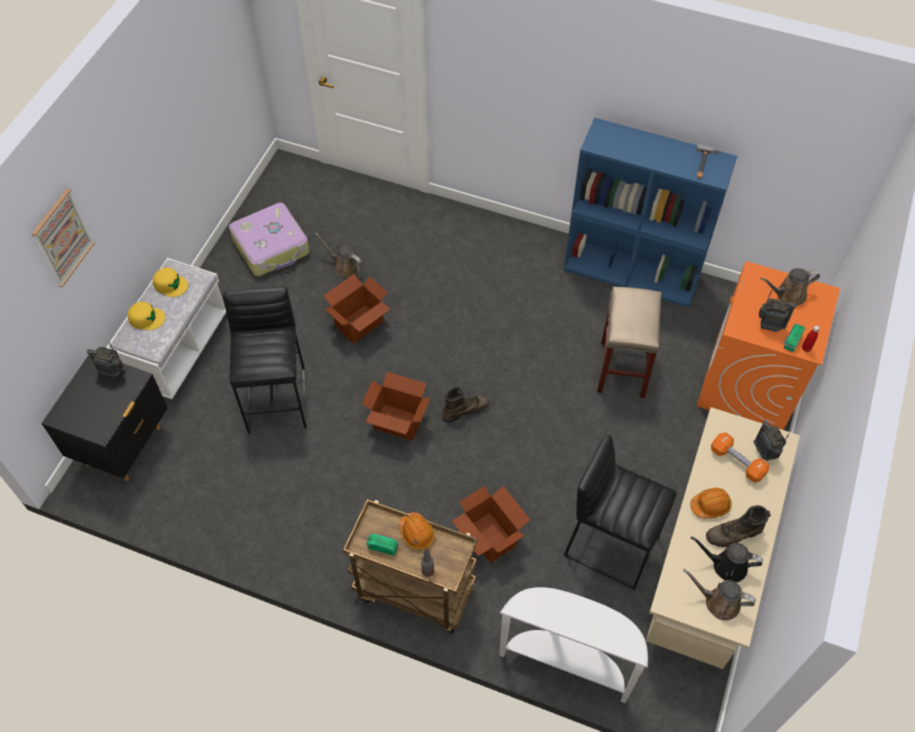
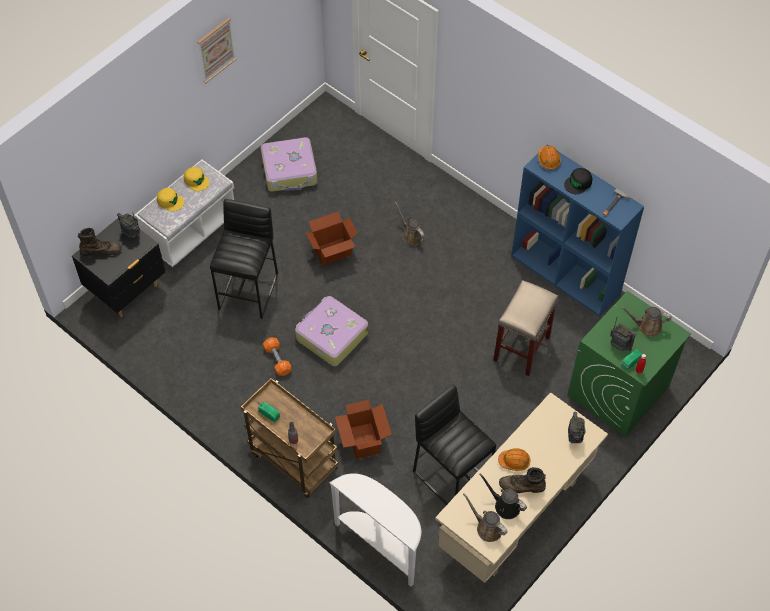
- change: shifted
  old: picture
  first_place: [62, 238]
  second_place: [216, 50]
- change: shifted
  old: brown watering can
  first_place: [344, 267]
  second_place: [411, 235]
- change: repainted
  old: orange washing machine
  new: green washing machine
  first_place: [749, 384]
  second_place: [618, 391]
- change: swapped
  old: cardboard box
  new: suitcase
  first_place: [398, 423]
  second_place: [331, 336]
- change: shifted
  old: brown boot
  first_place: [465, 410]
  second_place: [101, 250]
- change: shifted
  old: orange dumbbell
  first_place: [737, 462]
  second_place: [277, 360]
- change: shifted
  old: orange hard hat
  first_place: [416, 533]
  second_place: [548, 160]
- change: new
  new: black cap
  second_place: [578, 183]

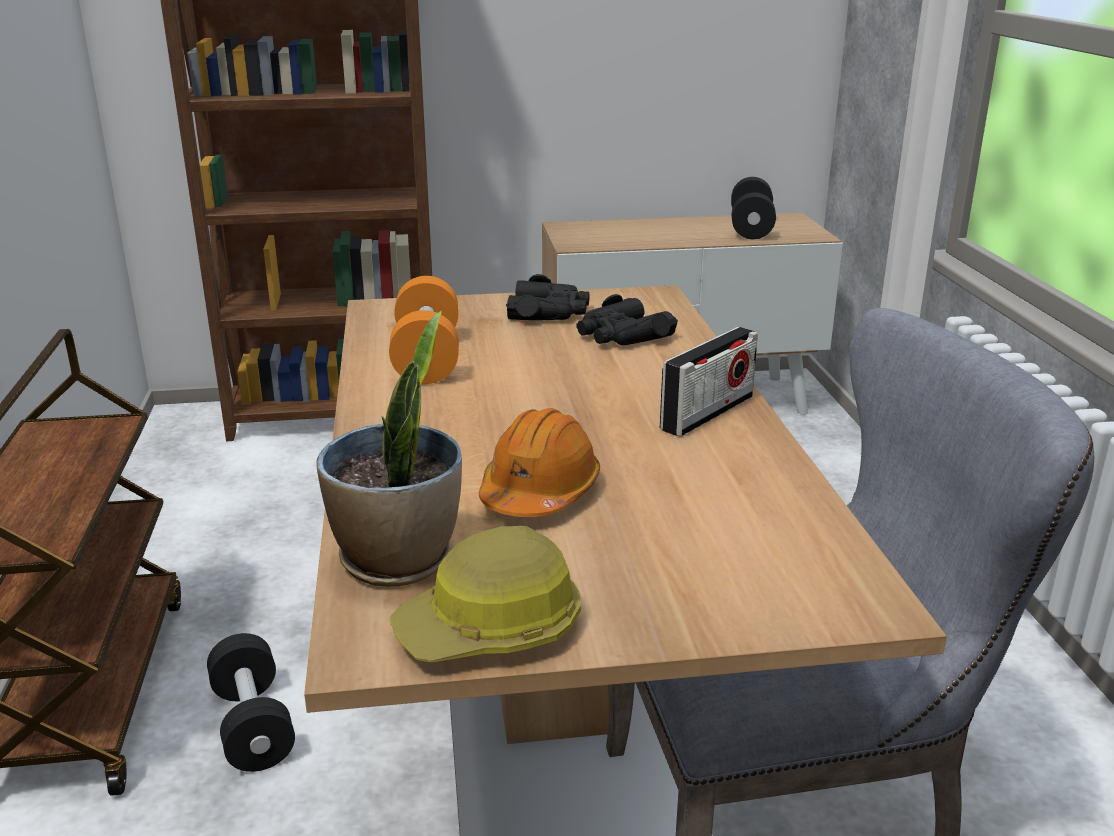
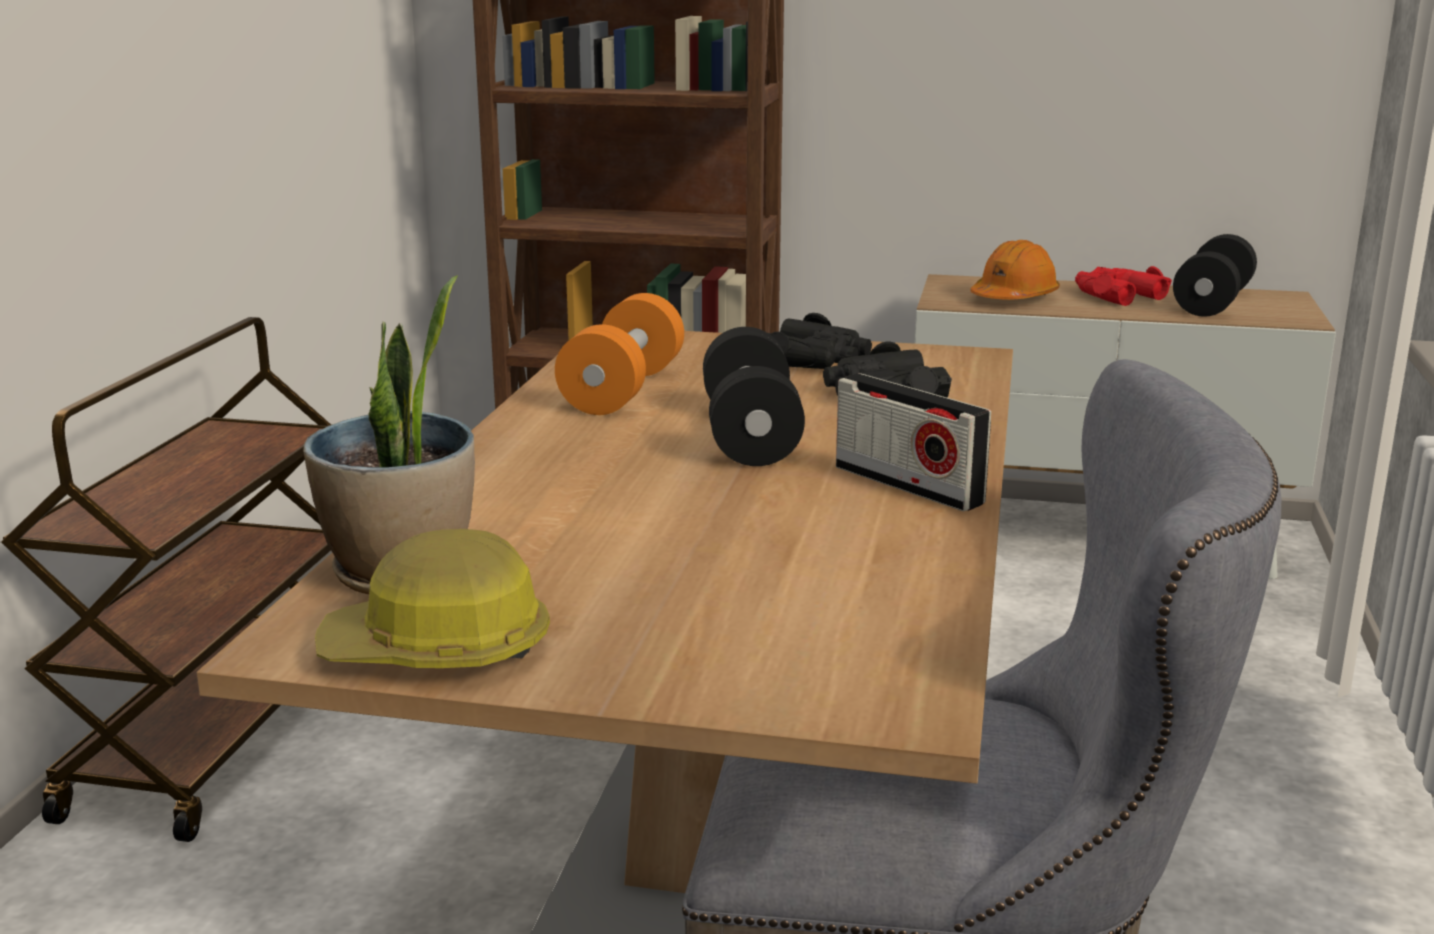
- change: rotated
  old: radio
  first_place: [707, 413]
  second_place: [908, 485]
  degrees: 75
- change: shifted
  old: orange hard hat
  first_place: [539, 491]
  second_place: [1014, 298]
- change: shifted
  old: black dumbbell
  first_place: [253, 725]
  second_place: [750, 435]
- change: new
  new: red binoculars
  second_place: [1116, 295]

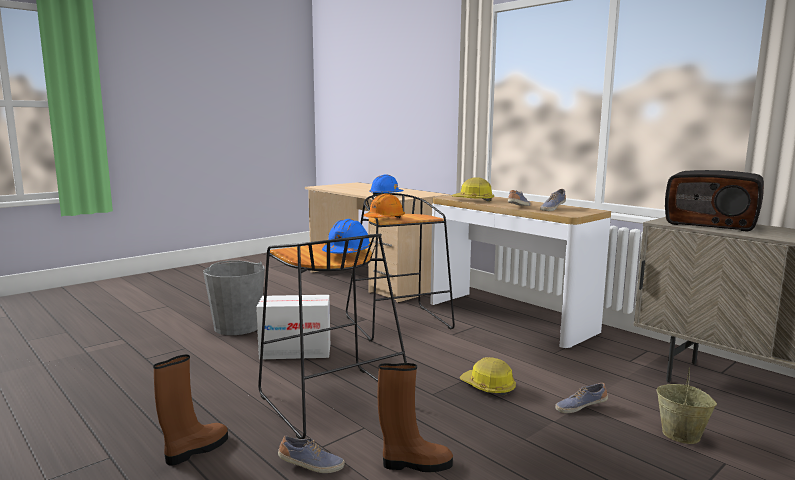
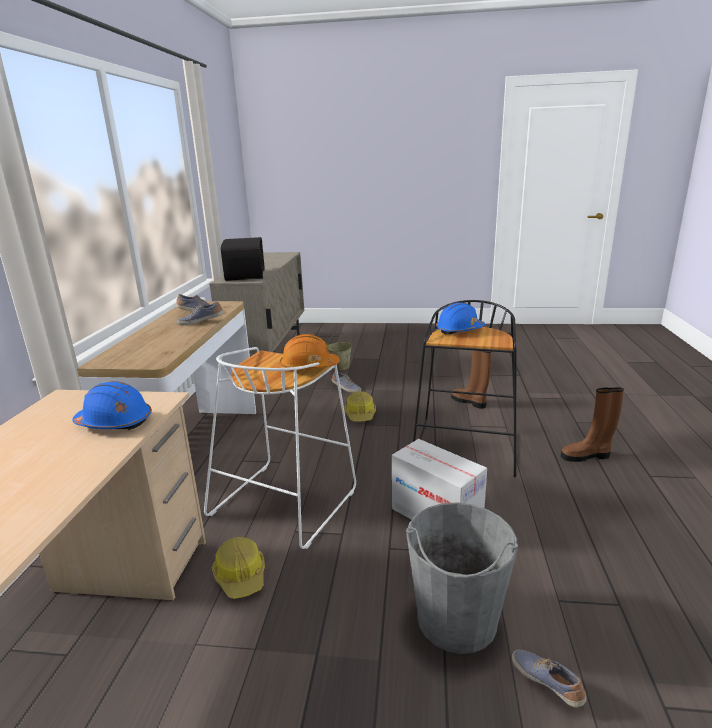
- change: shifted
  old: hard hat
  first_place: [473, 200]
  second_place: [241, 576]
- change: repainted
  old: black stool
  new: white stool
  first_place: [400, 324]
  second_place: [284, 501]
- change: shifted
  old: shoe
  first_place: [311, 466]
  second_place: [547, 682]

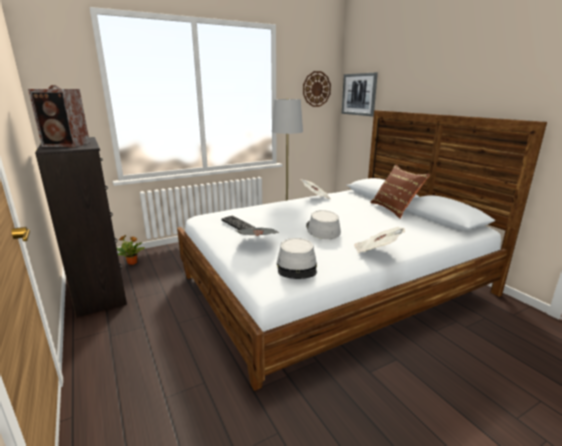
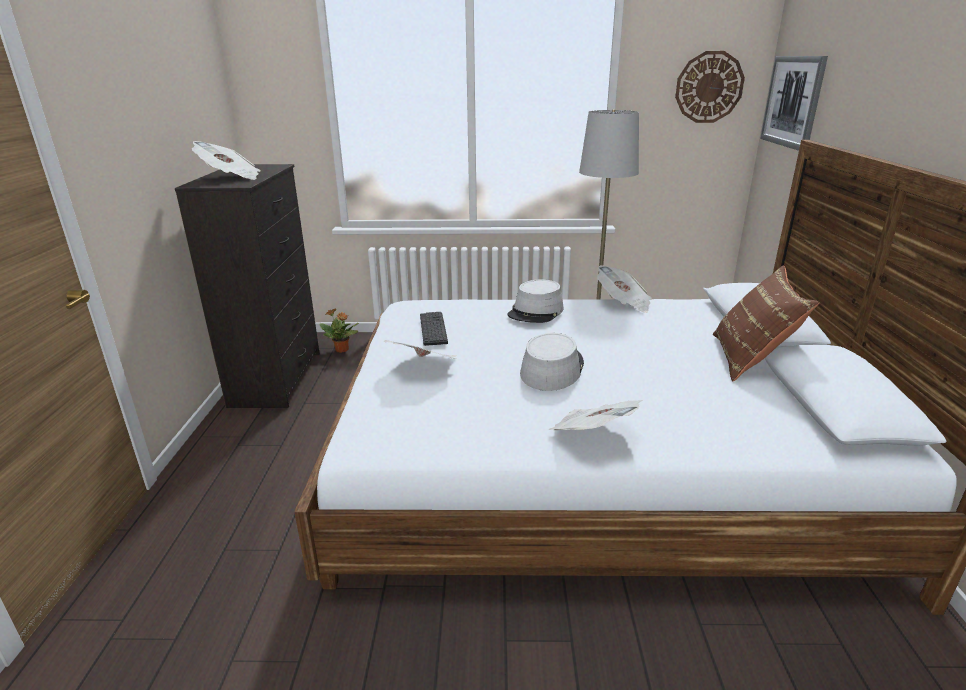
- change: swapped
  old: speaker
  new: newspaper
  first_place: [67, 145]
  second_place: [231, 177]
- change: shifted
  old: grey hat
  first_place: [297, 266]
  second_place: [536, 312]

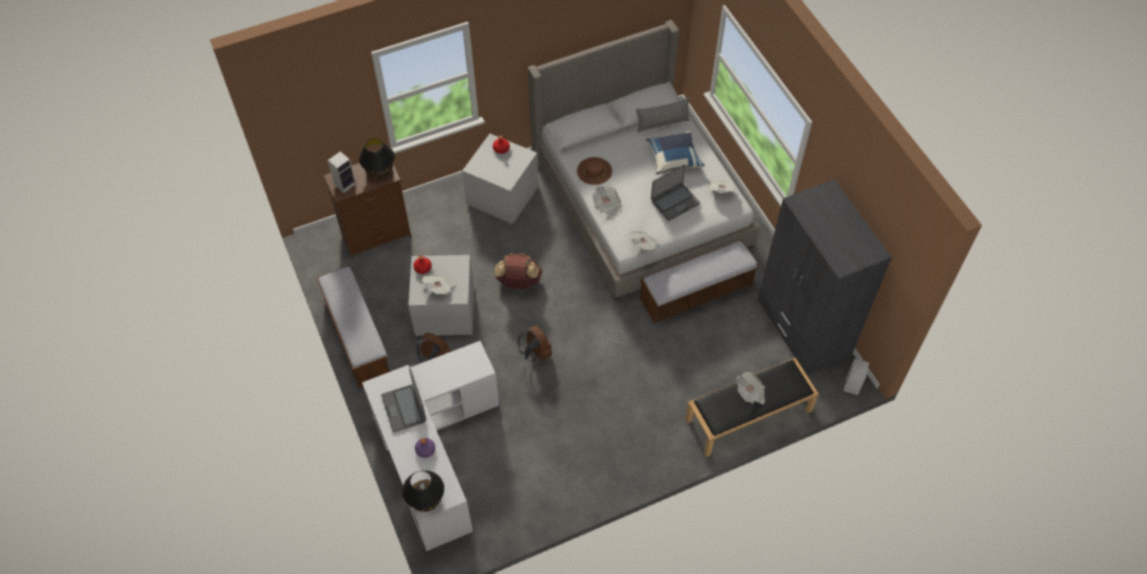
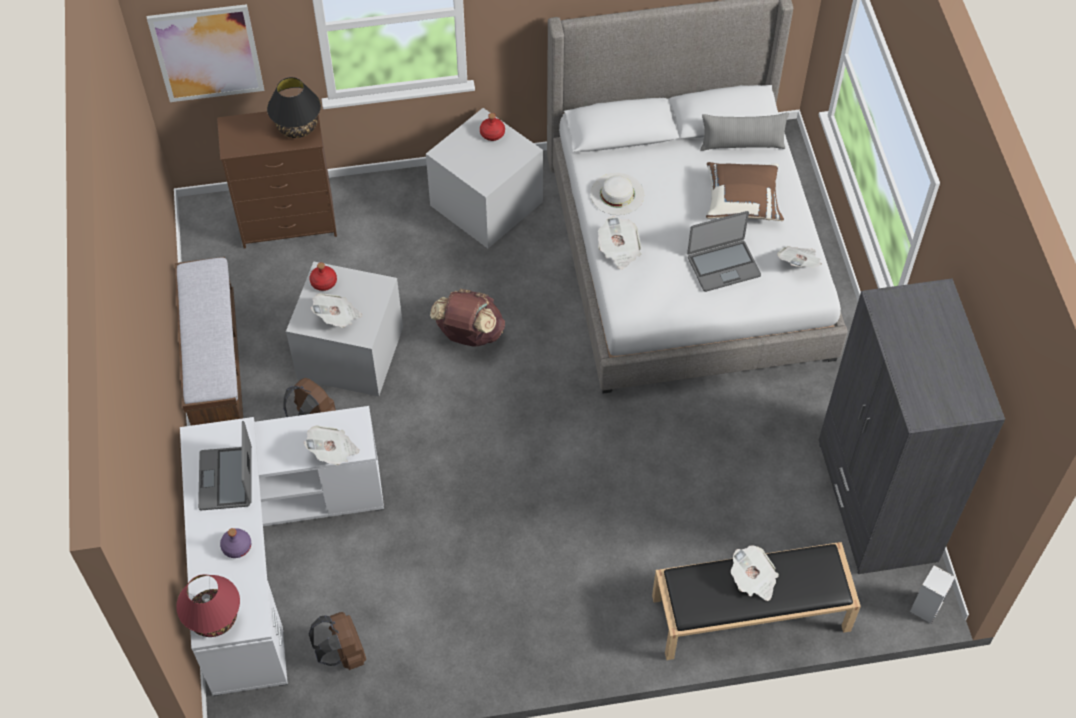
- change: repainted
  old: blue pillow
  new: brown pillow
  first_place: [673, 159]
  second_place: [742, 201]
- change: gone
  old: speaker
  first_place: [345, 183]
- change: repainted
  old: brown hat
  new: white hat
  first_place: [594, 171]
  second_place: [617, 194]
- change: shifted
  old: newspaper
  first_place: [643, 245]
  second_place: [333, 452]
- change: gone
  old: bench
  first_place: [696, 293]
- change: shifted
  old: brown backpack
  first_place: [535, 353]
  second_place: [343, 653]
- change: repainted
  old: black table lamp
  new: red table lamp
  first_place: [425, 499]
  second_place: [213, 618]
- change: new
  new: picture
  second_place: [207, 53]

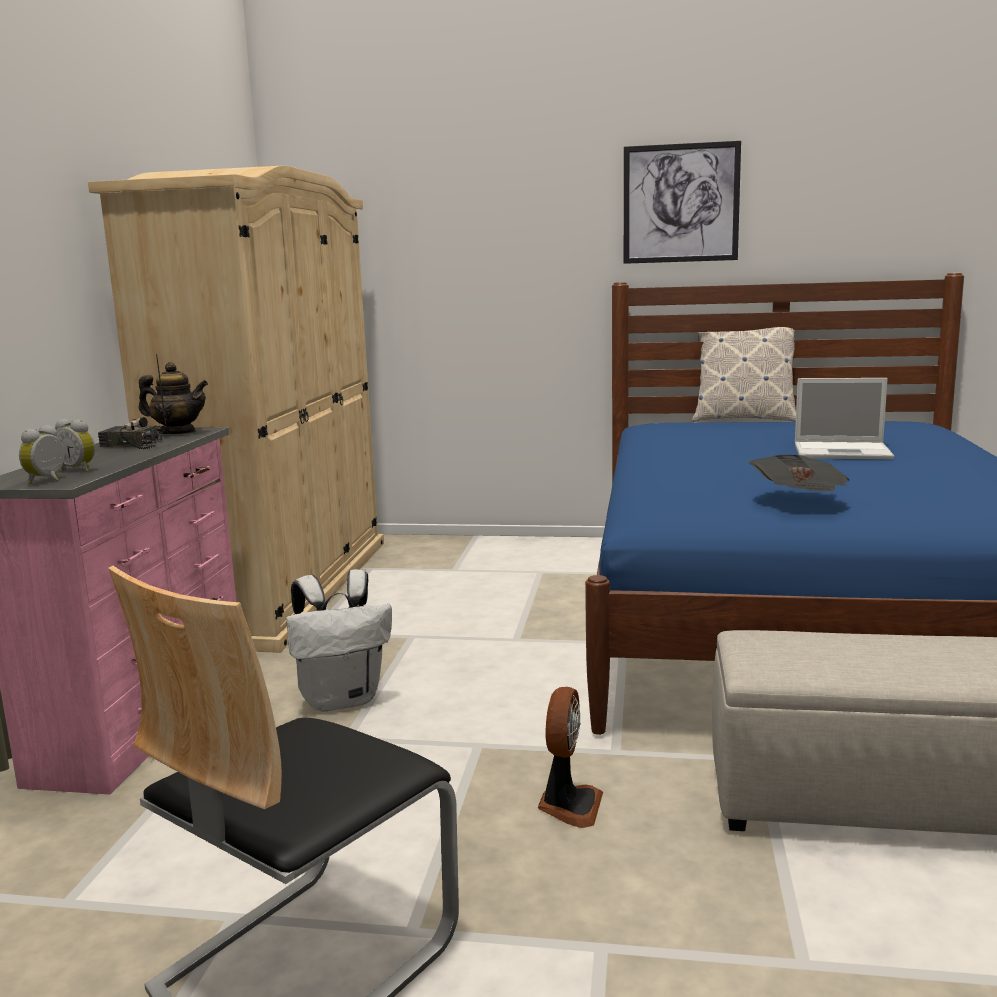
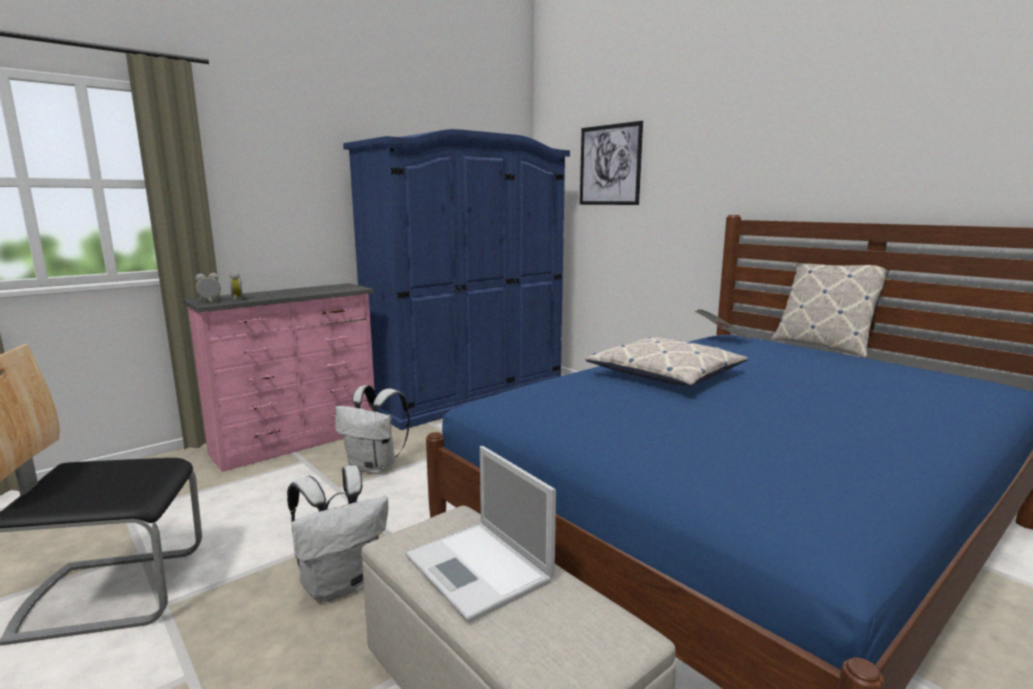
- change: shifted
  old: picture
  first_place: [680, 203]
  second_place: [609, 165]
- change: repainted
  old: beige wardrobe
  new: blue wardrobe
  first_place: [283, 588]
  second_place: [469, 394]
- change: gone
  old: radio
  first_place: [131, 445]
- change: gone
  old: teapot
  first_place: [177, 433]
- change: shifted
  old: laptop
  first_place: [844, 451]
  second_place: [480, 570]
- change: shifted
  old: newspaper
  first_place: [800, 500]
  second_place: [722, 339]
- change: swapped
  old: fan
  new: white backpack
  first_place: [569, 805]
  second_place: [340, 584]
- change: new
  new: pillow
  second_place: [665, 374]

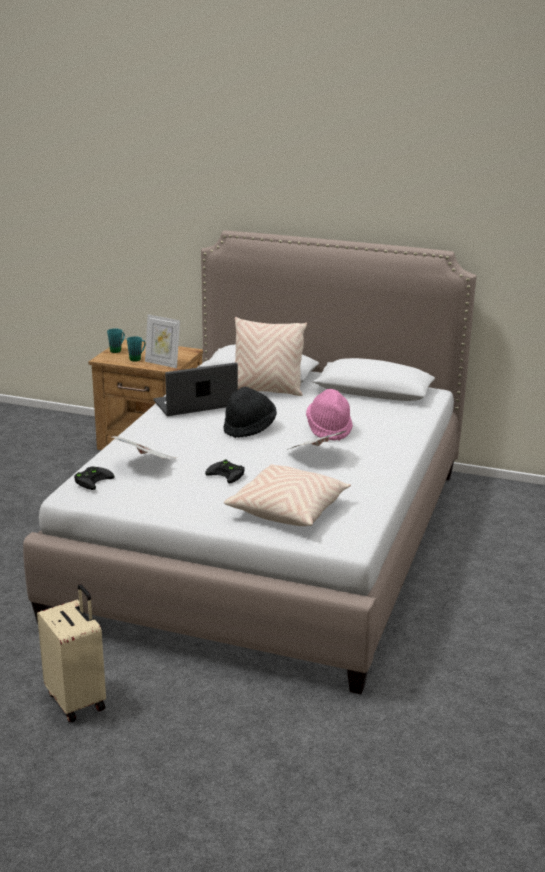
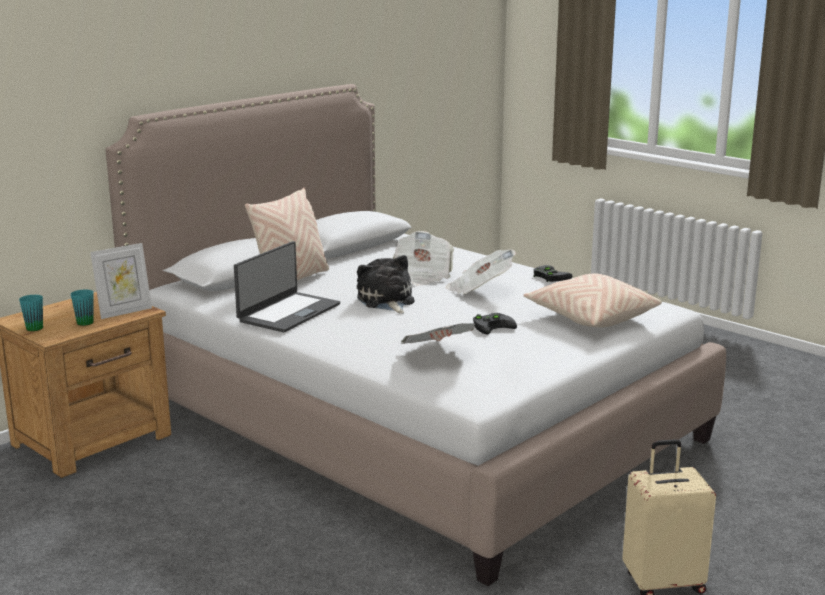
- change: rotated
  old: laptop
  first_place: [195, 404]
  second_place: [288, 312]
  degrees: -150
- change: swapped
  old: black hat
  new: plush toy
  first_place: [249, 428]
  second_place: [386, 301]
- change: swapped
  old: pink hat
  new: newspaper
  first_place: [329, 429]
  second_place: [423, 275]
- change: shifted
  old: black game controller
  first_place: [92, 479]
  second_place: [549, 276]

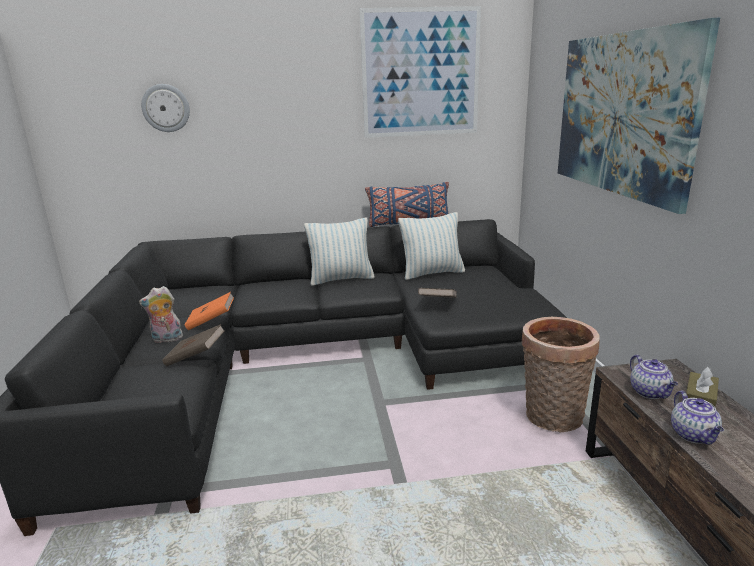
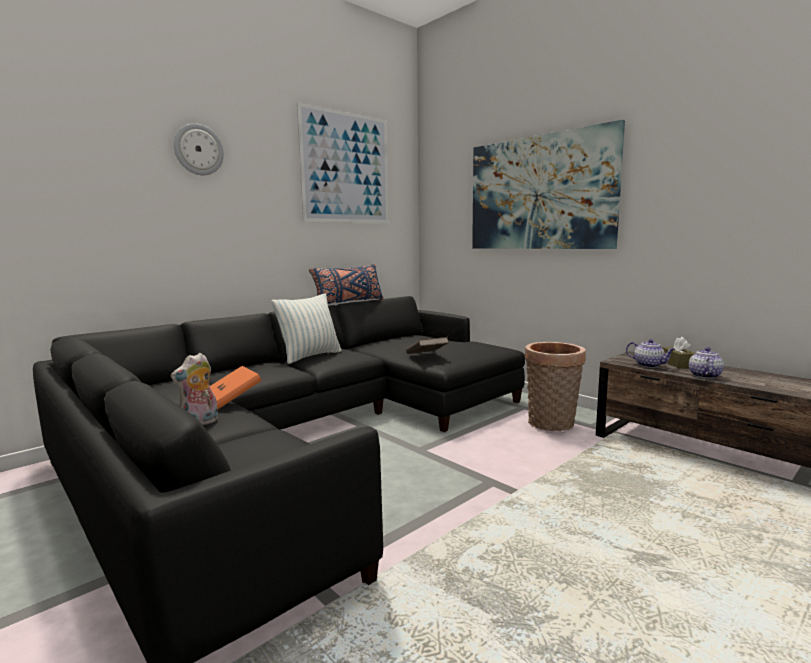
- change: shifted
  old: wall clock
  first_place: [166, 108]
  second_place: [198, 150]
- change: gone
  old: pillow
  first_place: [432, 273]
- change: gone
  old: brown book
  first_place: [196, 357]
- change: rotated
  old: teapot
  first_place: [694, 435]
  second_place: [704, 375]
  degrees: -120

